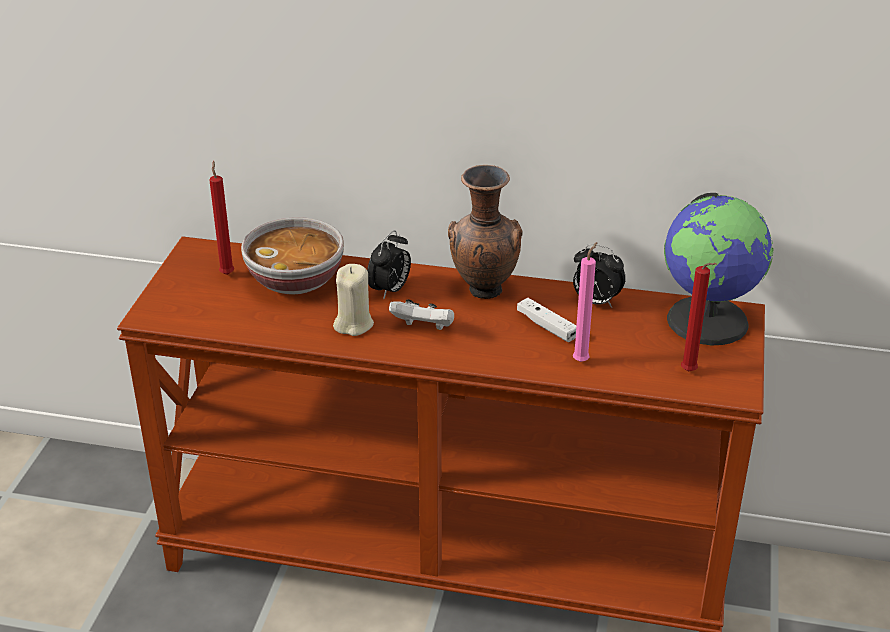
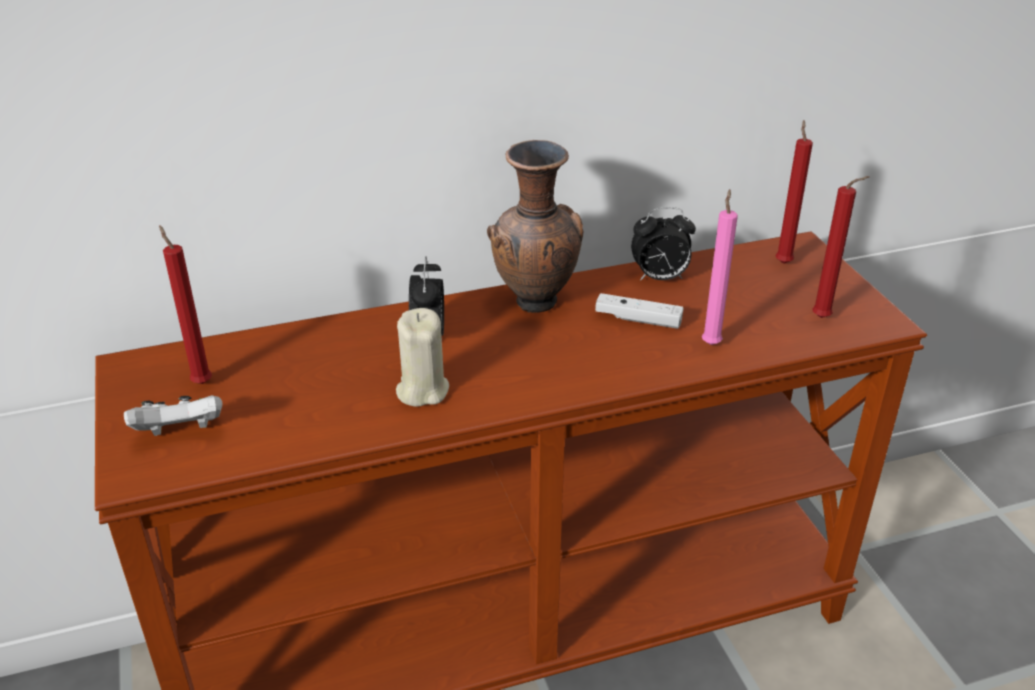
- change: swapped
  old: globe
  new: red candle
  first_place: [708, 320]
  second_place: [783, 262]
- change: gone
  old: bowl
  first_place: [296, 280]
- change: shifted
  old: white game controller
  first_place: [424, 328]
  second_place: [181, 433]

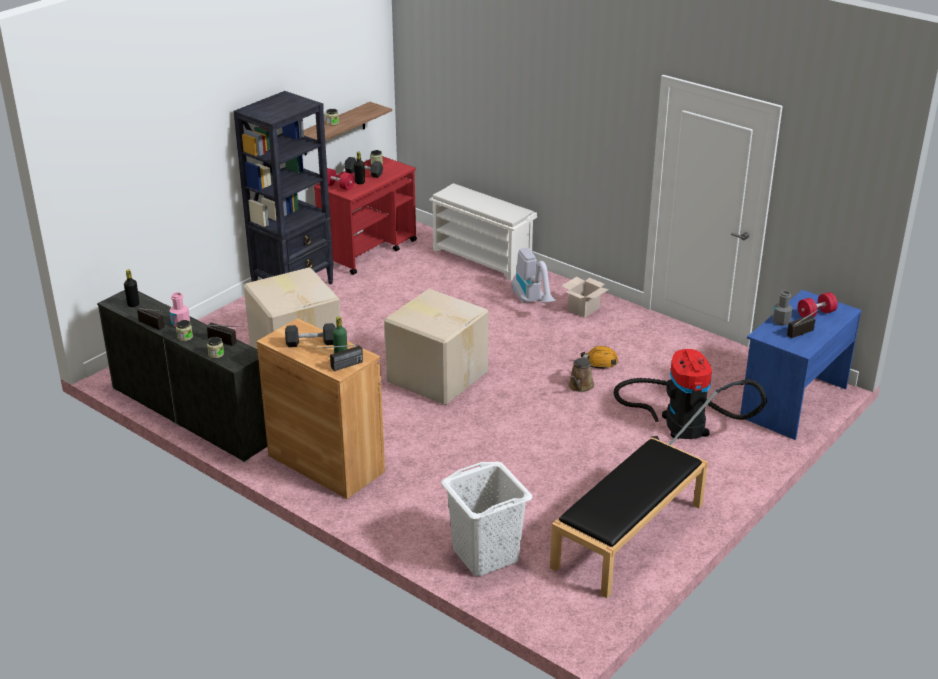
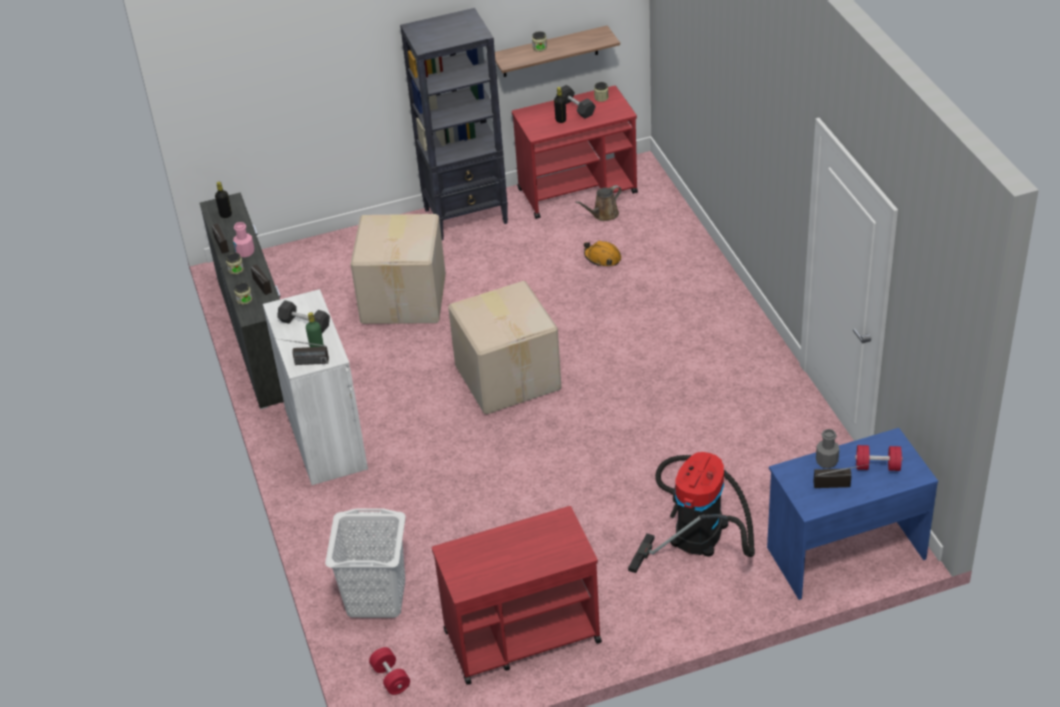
- change: shifted
  old: red dumbbell
  first_place: [338, 186]
  second_place: [390, 678]
- change: gone
  old: white shoe rack
  first_place: [483, 259]
- change: gone
  old: vacuum cleaner
  first_place: [533, 301]
- change: gone
  old: cardboard box
  first_place: [584, 309]
- change: repainted
  old: brown cabinet
  new: white cabinet
  first_place: [326, 463]
  second_place: [325, 439]
- change: shifted
  old: orange hard hat
  first_place: [599, 362]
  second_place: [602, 258]
- change: shifted
  old: brown watering can
  first_place: [580, 386]
  second_place: [603, 215]
- change: swapped
  old: black bench
  new: red cart
  first_place: [628, 536]
  second_place: [521, 636]

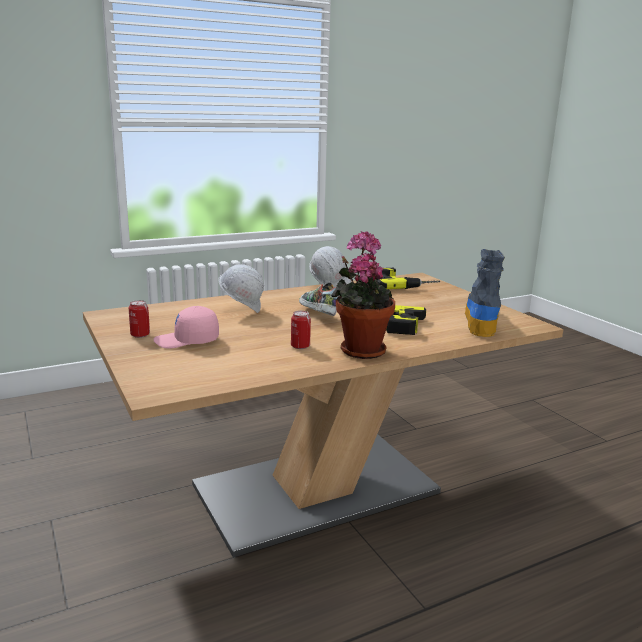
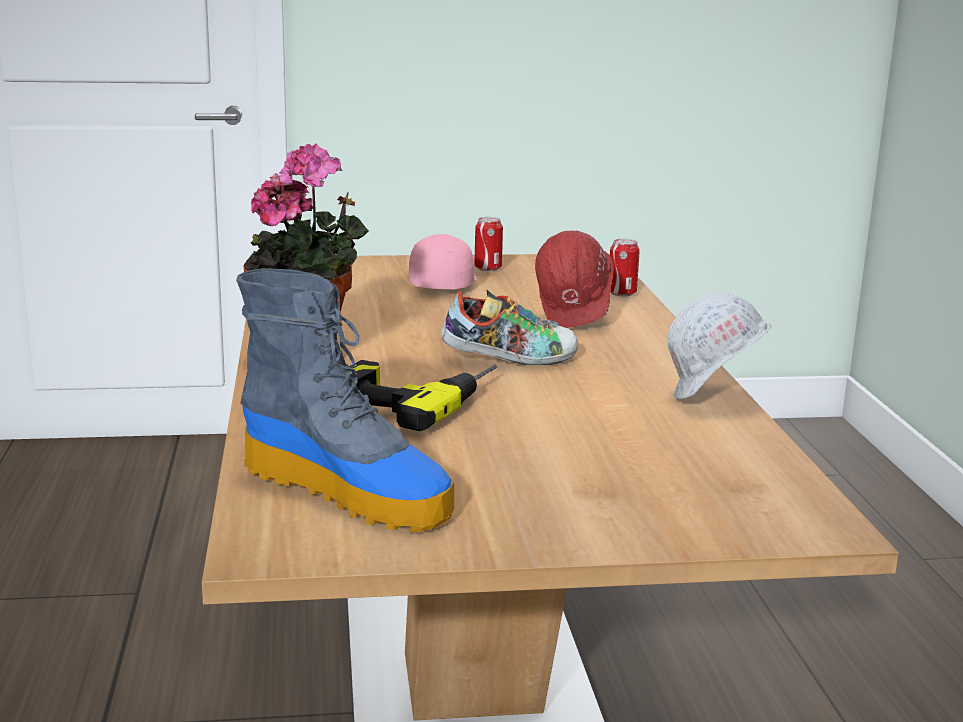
- change: repainted
  old: white hard hat
  new: red hard hat
  first_place: [242, 310]
  second_place: [574, 320]
- change: gone
  old: power drill
  first_place: [403, 284]
- change: shifted
  old: can
  first_place: [300, 346]
  second_place: [622, 293]

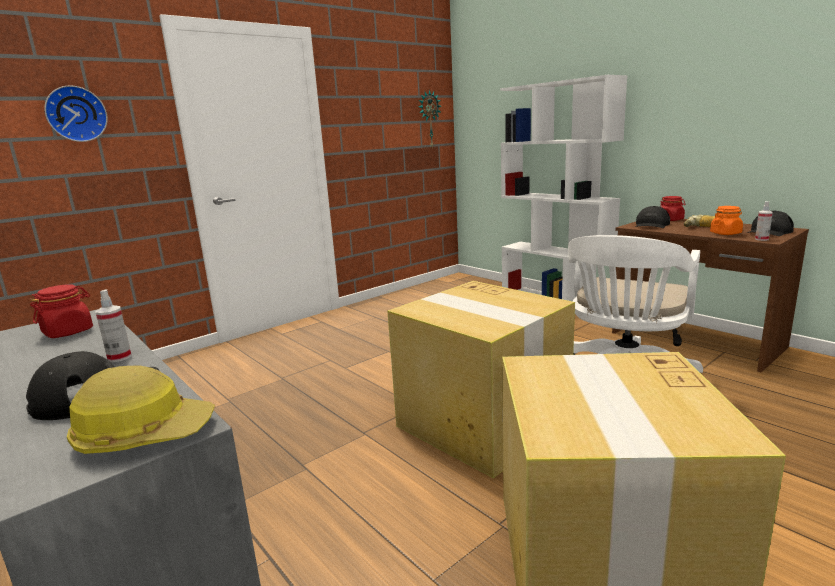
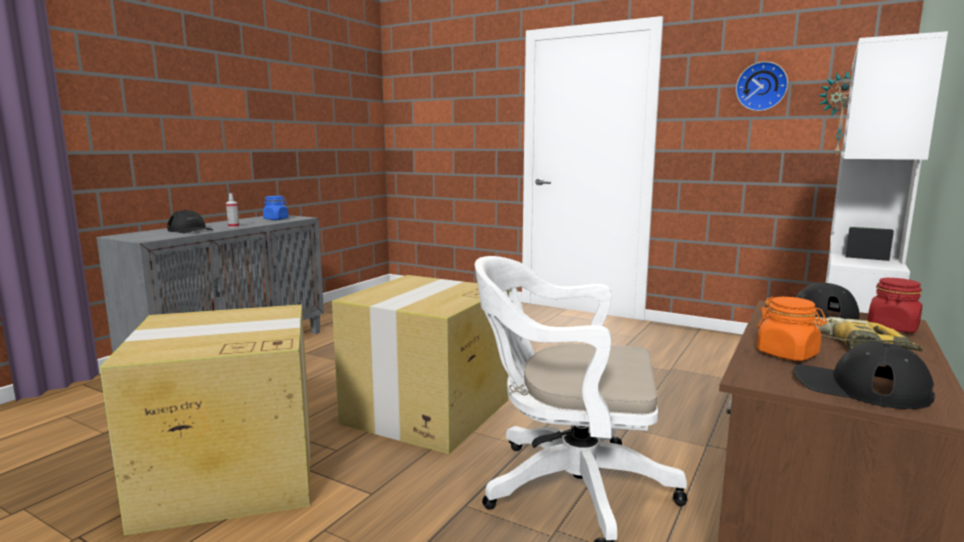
- change: shifted
  old: wall clock
  first_place: [76, 114]
  second_place: [761, 86]
- change: gone
  old: spray bottle
  first_place: [761, 239]
- change: repainted
  old: red jar
  new: blue jar
  first_place: [68, 332]
  second_place: [276, 219]
- change: gone
  old: hard hat
  first_place: [144, 434]

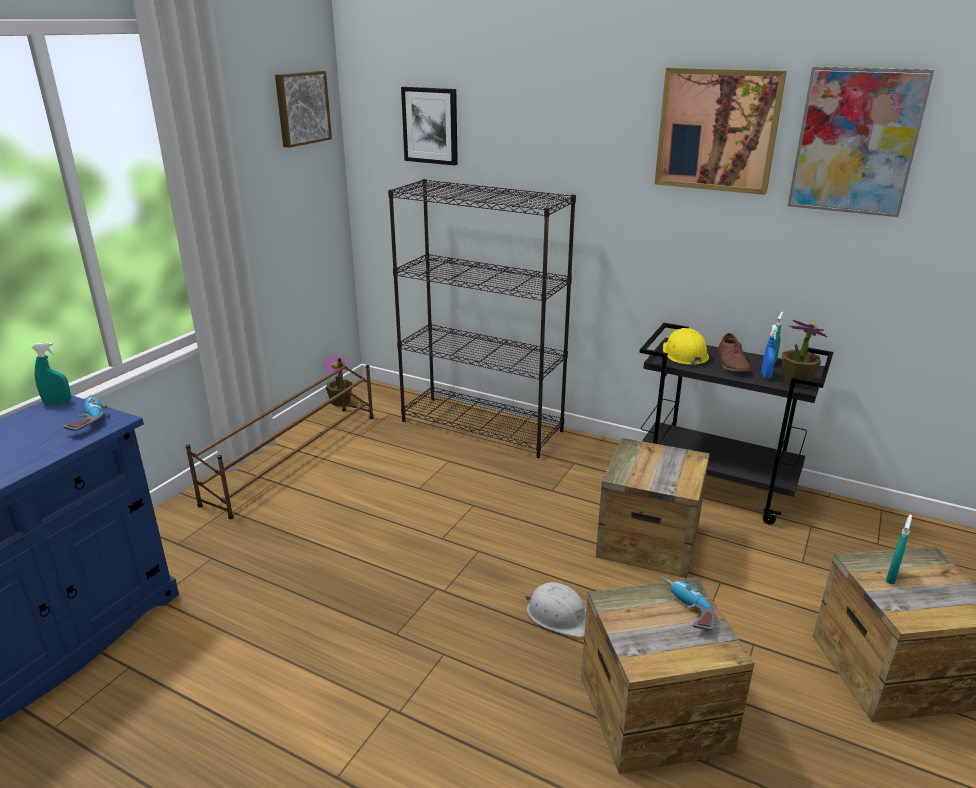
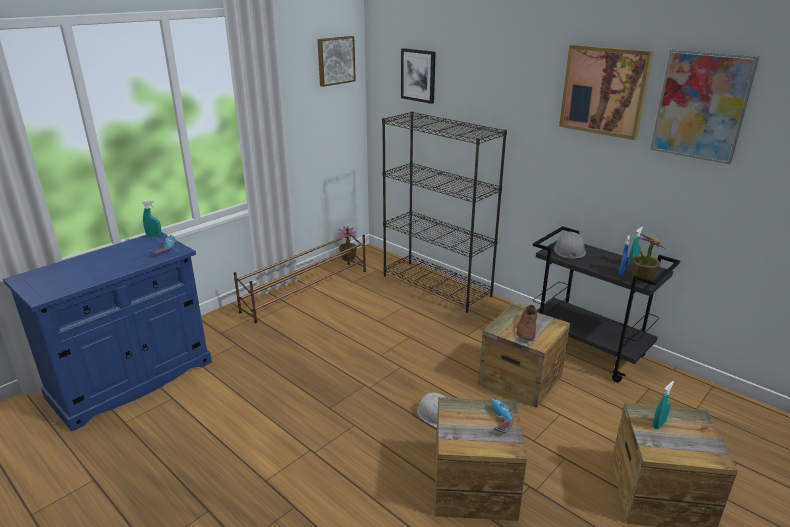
- change: repainted
  old: yellow hard hat
  new: grey hard hat
  first_place: [684, 354]
  second_place: [569, 250]
- change: shifted
  old: brown shoe
  first_place: [732, 363]
  second_place: [527, 329]

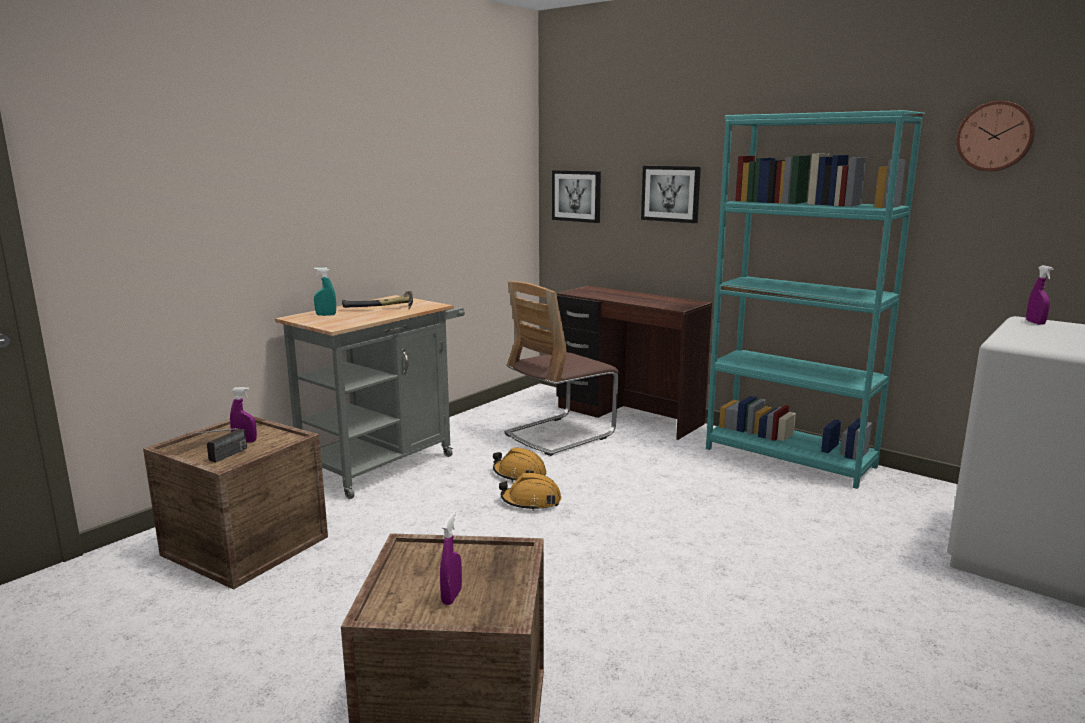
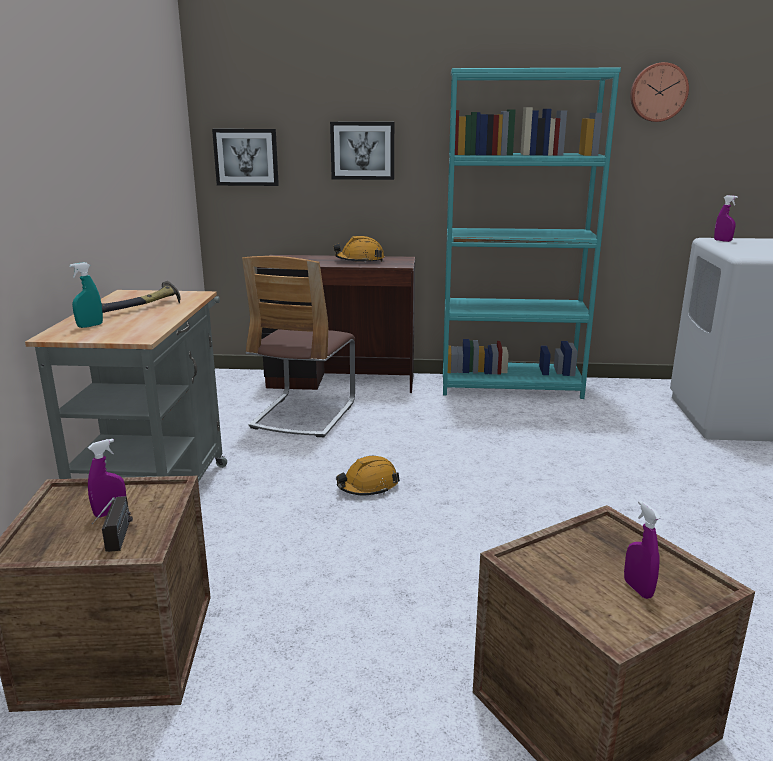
- change: shifted
  old: orange hard hat
  first_place: [519, 475]
  second_place: [360, 260]

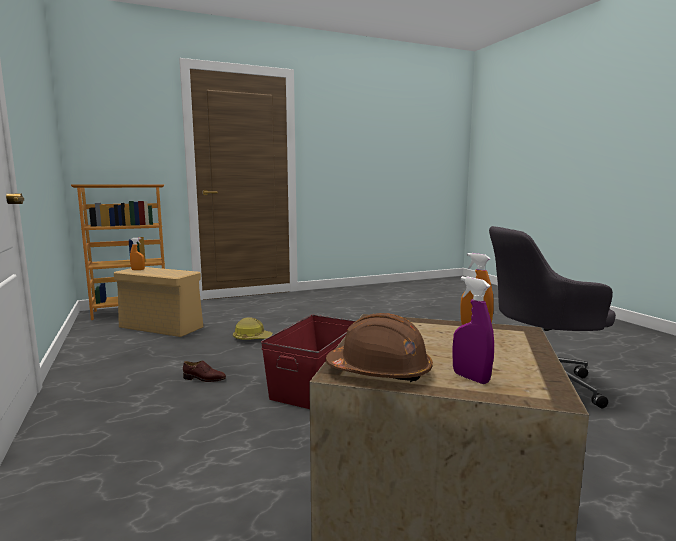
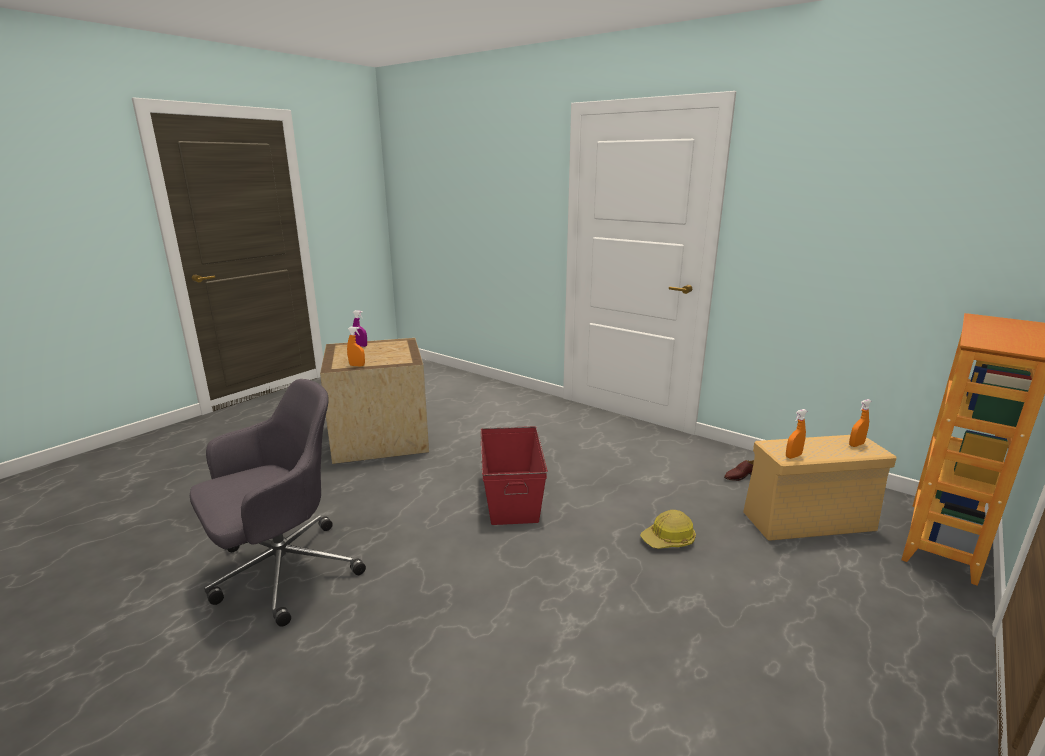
- change: gone
  old: brown hard hat
  first_place: [379, 372]
- change: shifted
  old: brown shoe
  first_place: [204, 379]
  second_place: [741, 476]
- change: new
  new: orange spray bottle
  second_place: [793, 456]

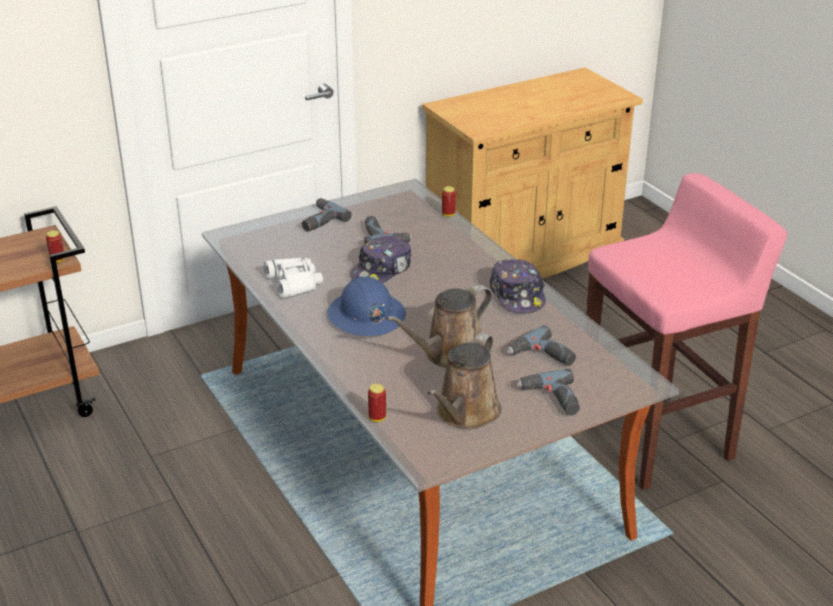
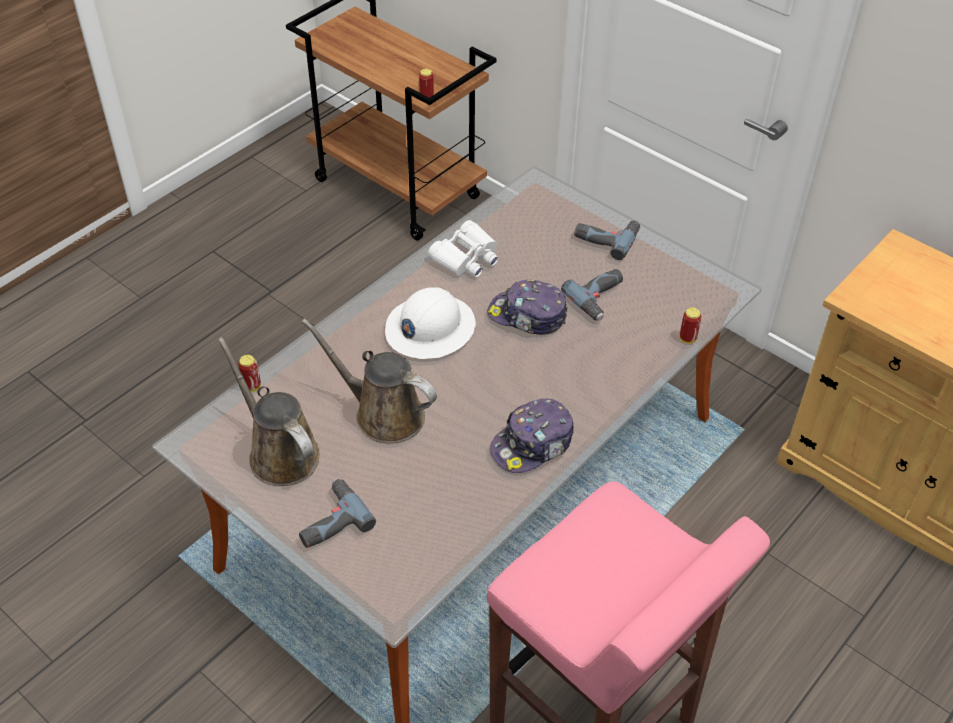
- change: repainted
  old: blue hard hat
  new: white hard hat
  first_place: [366, 316]
  second_place: [429, 328]
- change: gone
  old: power drill
  first_place: [542, 357]
- change: rotated
  old: brown watering can
  first_place: [465, 414]
  second_place: [279, 452]
  degrees: 45

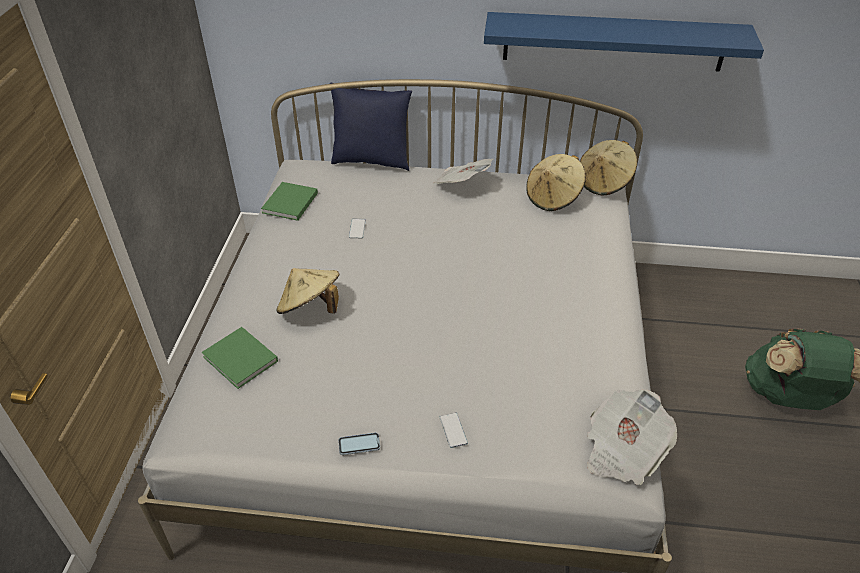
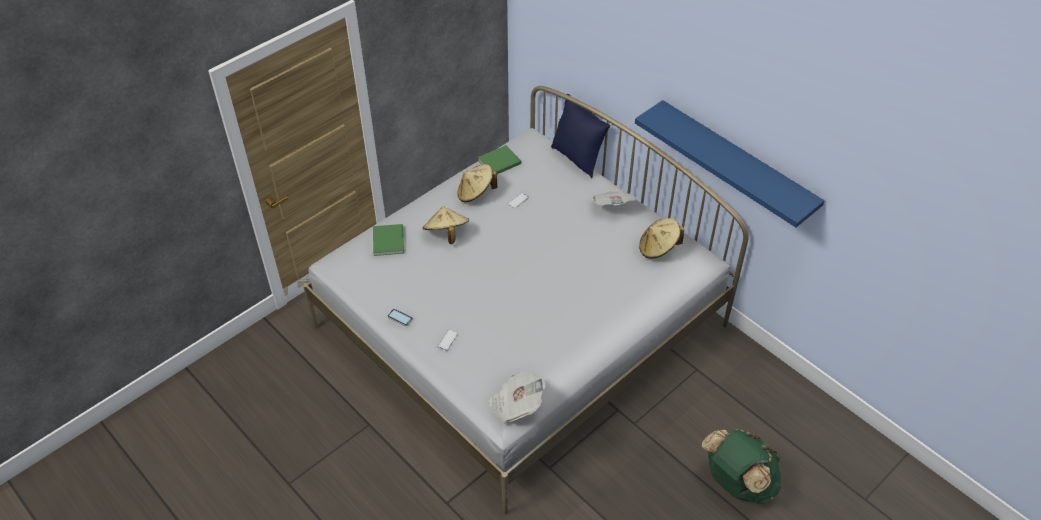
- change: shifted
  old: beige hat
  first_place: [604, 182]
  second_place: [475, 193]

